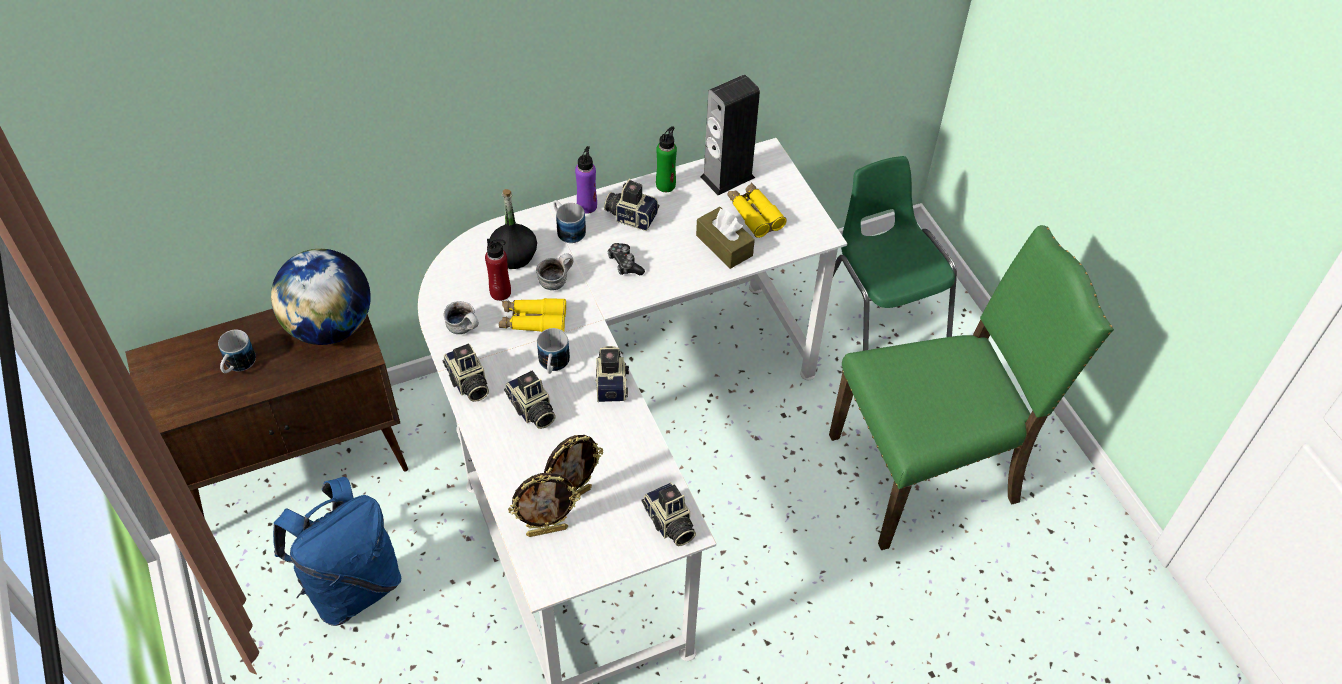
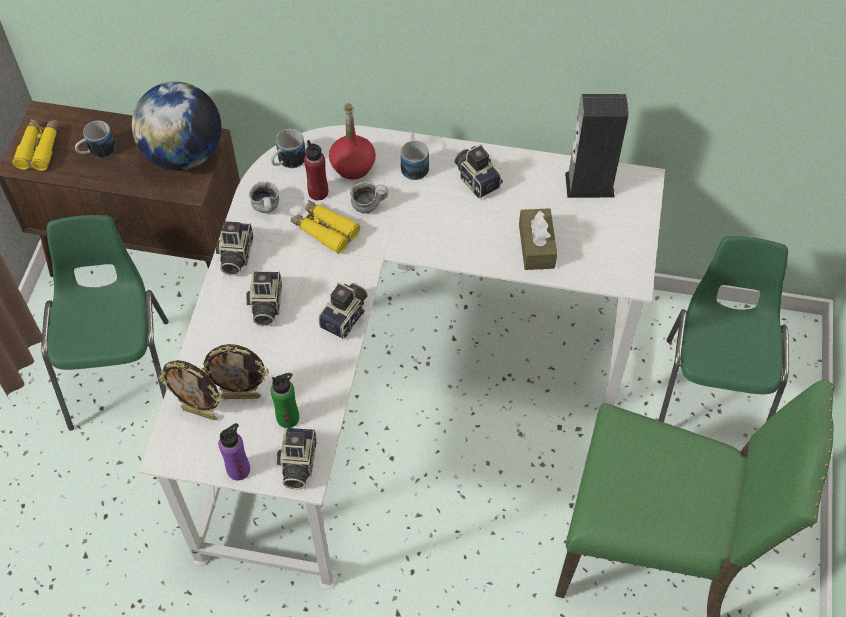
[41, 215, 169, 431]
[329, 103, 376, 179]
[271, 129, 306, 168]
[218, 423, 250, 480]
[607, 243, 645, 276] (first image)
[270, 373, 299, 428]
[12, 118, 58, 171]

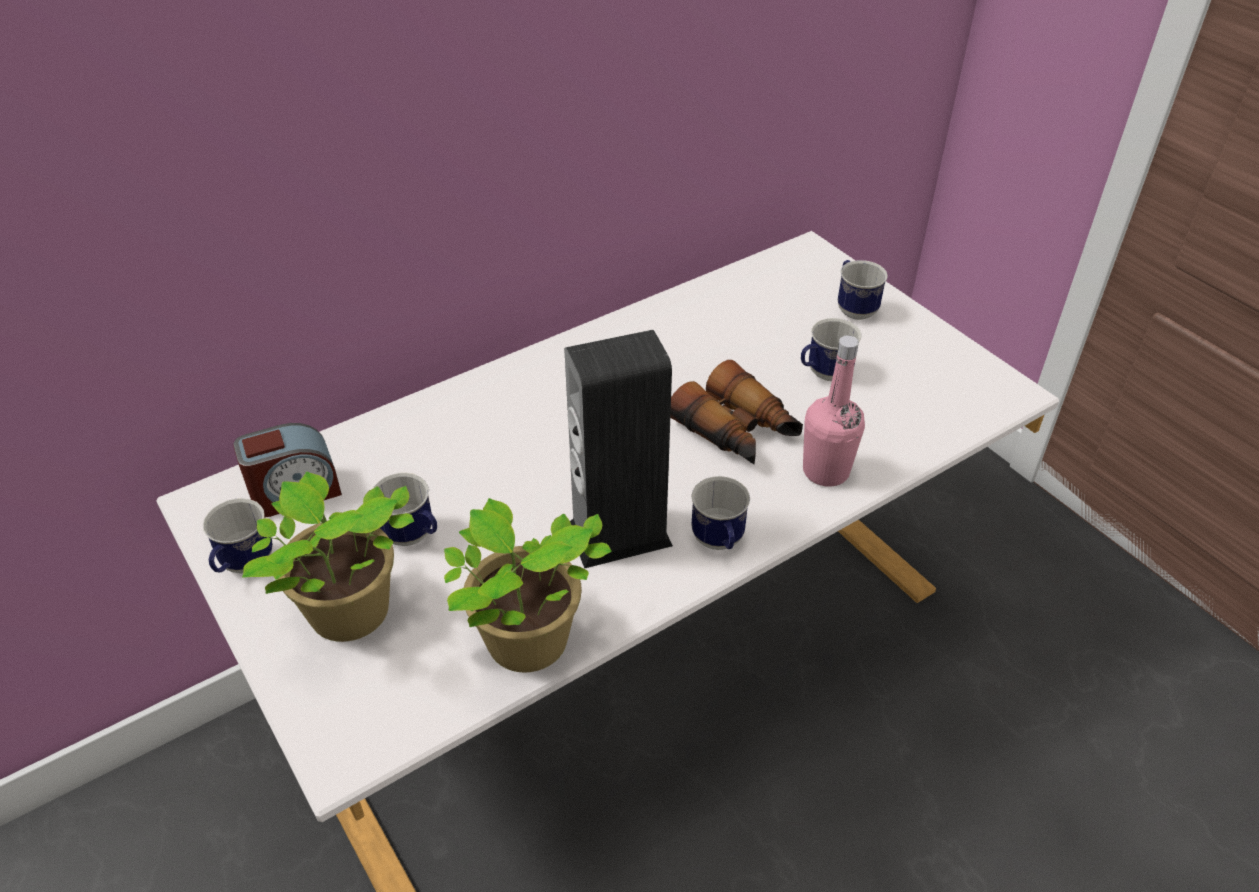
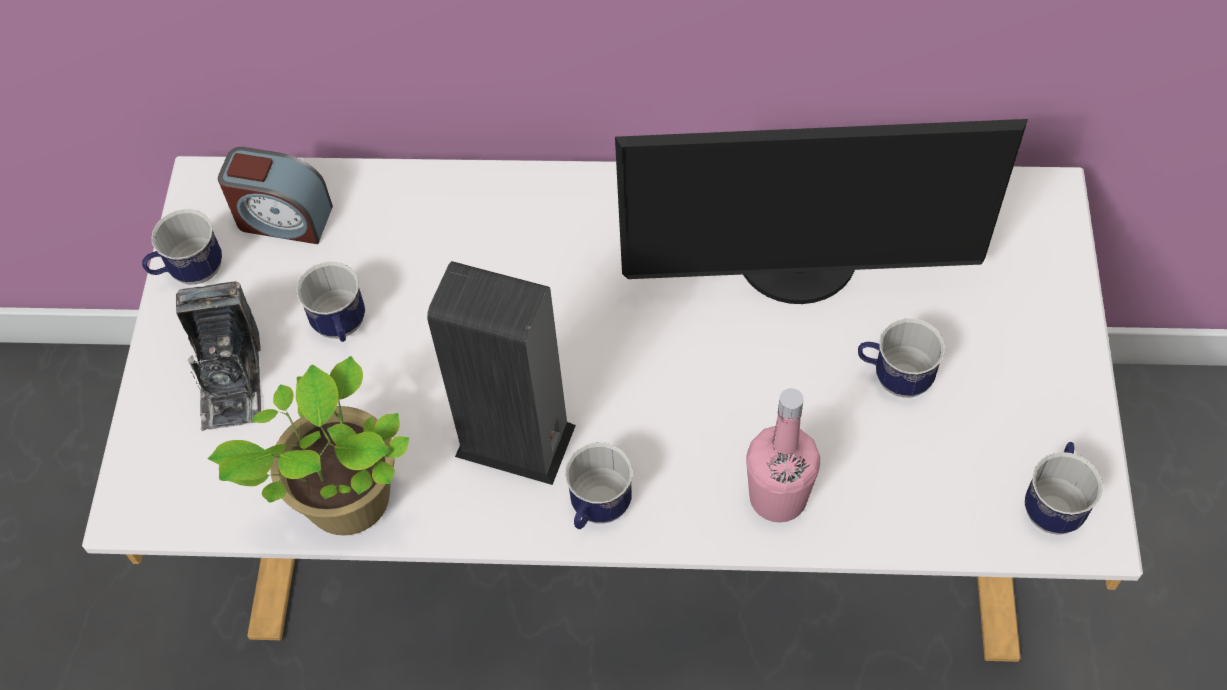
[176, 281, 261, 431]
[670, 360, 803, 464] (first image)
[1025, 442, 1103, 535]
[615, 119, 1028, 304]

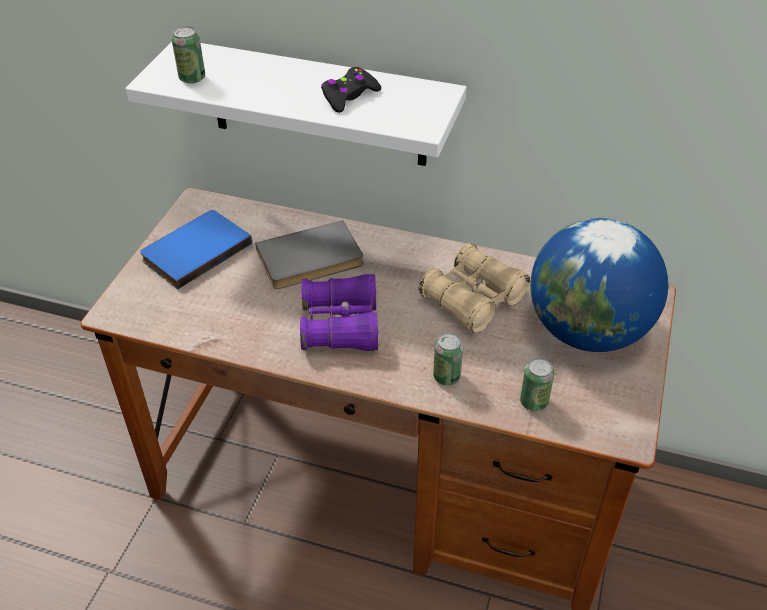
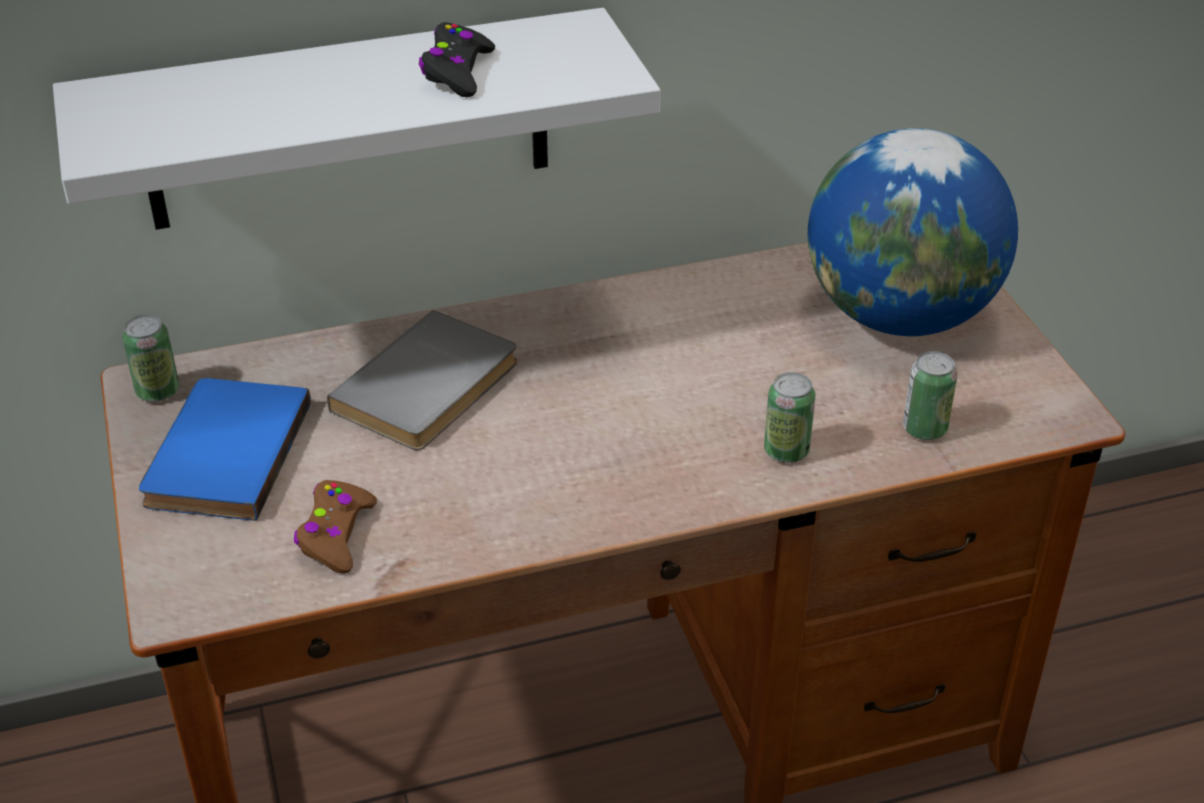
[122, 315, 179, 402]
[300, 274, 378, 351] (first image)
[418, 243, 530, 333] (first image)
[294, 480, 377, 573]

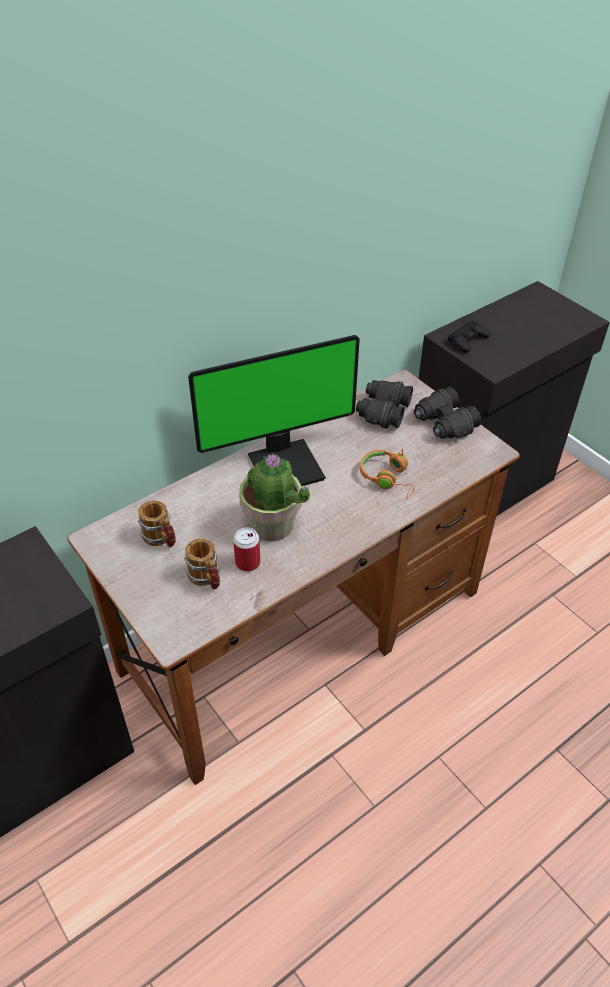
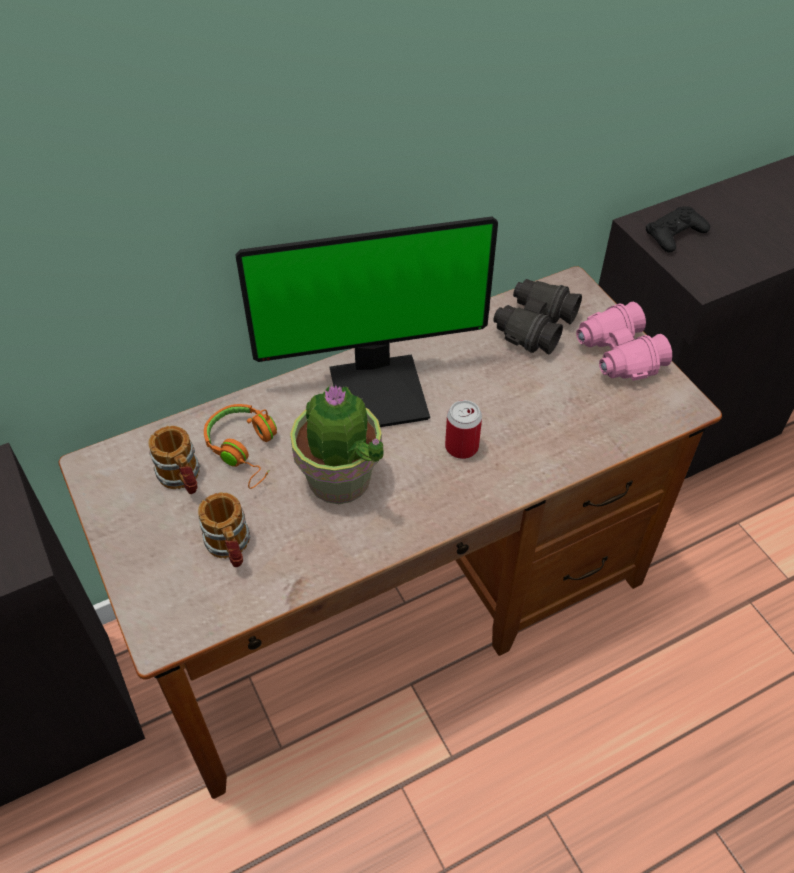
[445, 400, 482, 459]
[204, 404, 277, 489]
[576, 302, 672, 381]

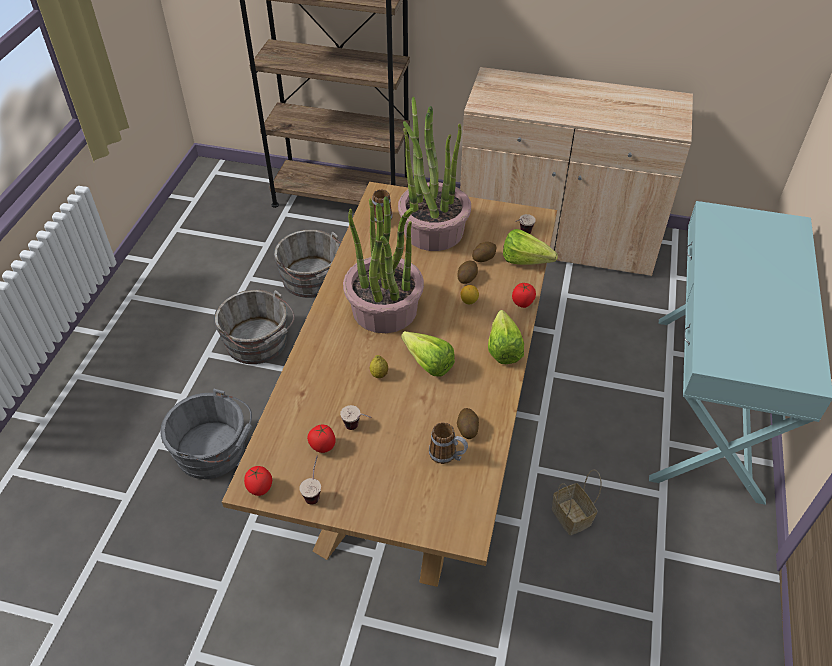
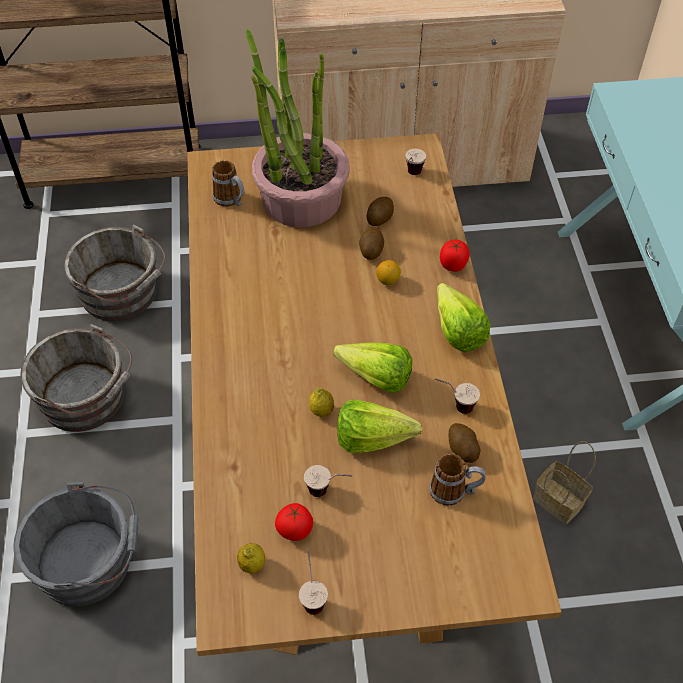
[244, 466, 272, 496] (first image)
[343, 196, 424, 333] (first image)
[337, 399, 423, 453]
[237, 543, 265, 574]
[435, 378, 480, 414]

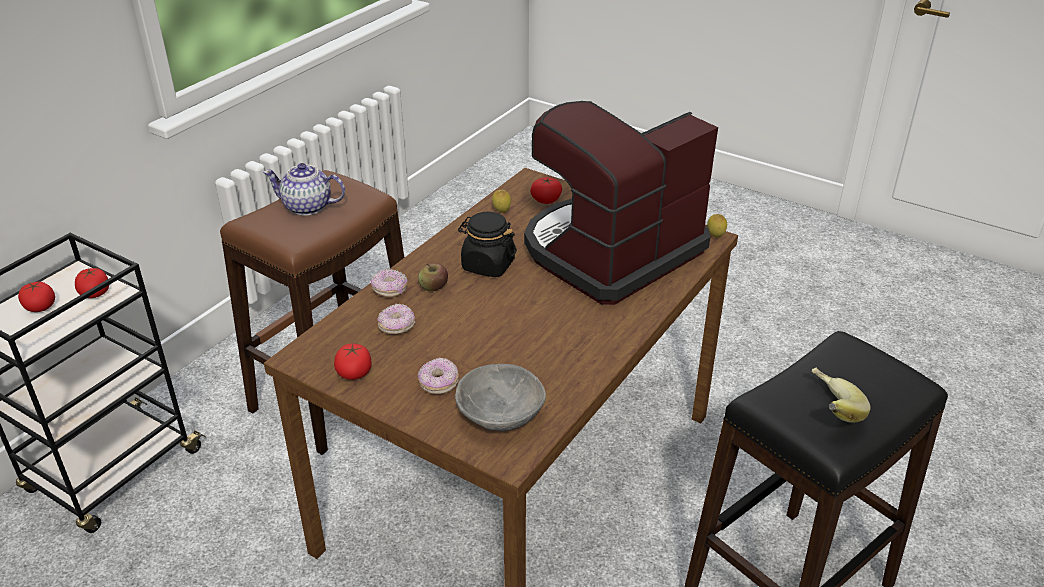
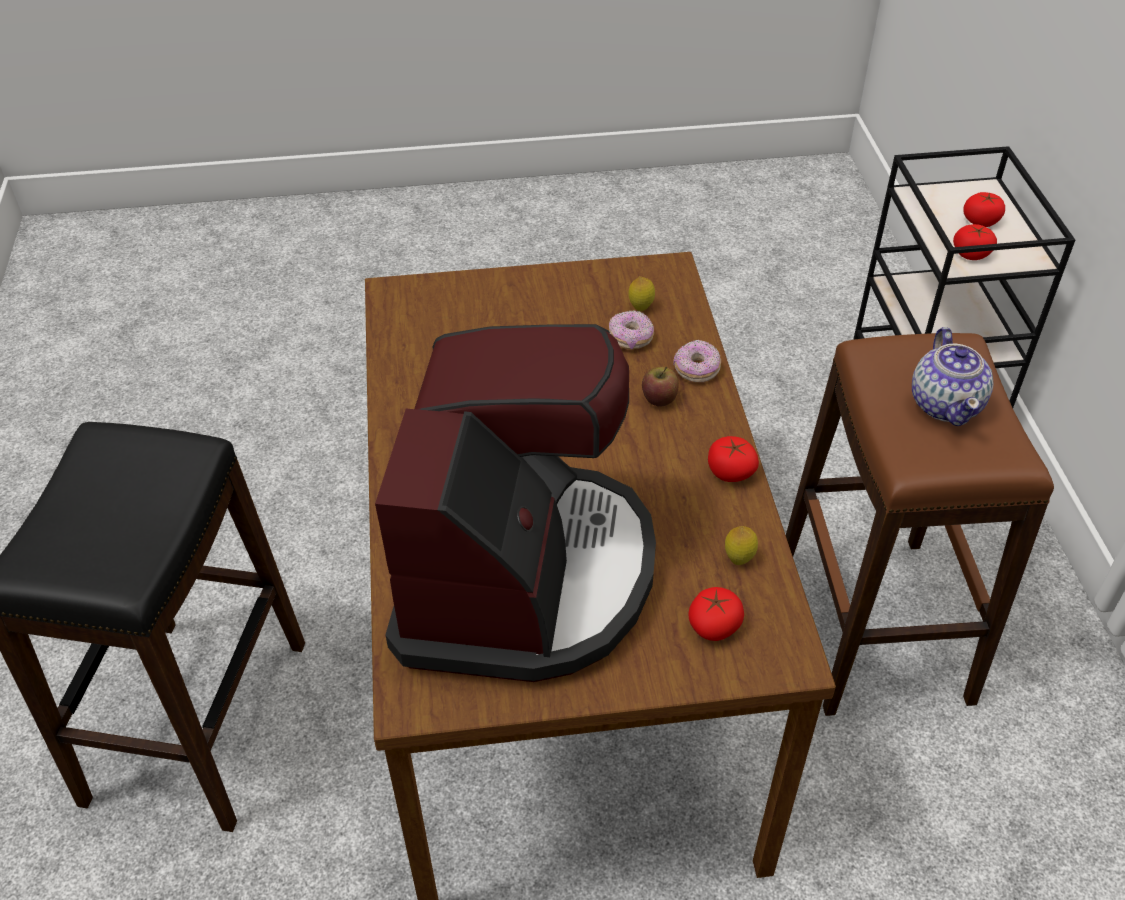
[912, 327, 993, 426]
[708, 436, 759, 482]
[418, 358, 459, 394] (first image)
[455, 364, 546, 431] (first image)
[458, 212, 517, 277] (first image)
[628, 276, 655, 311]
[811, 367, 871, 423] (first image)

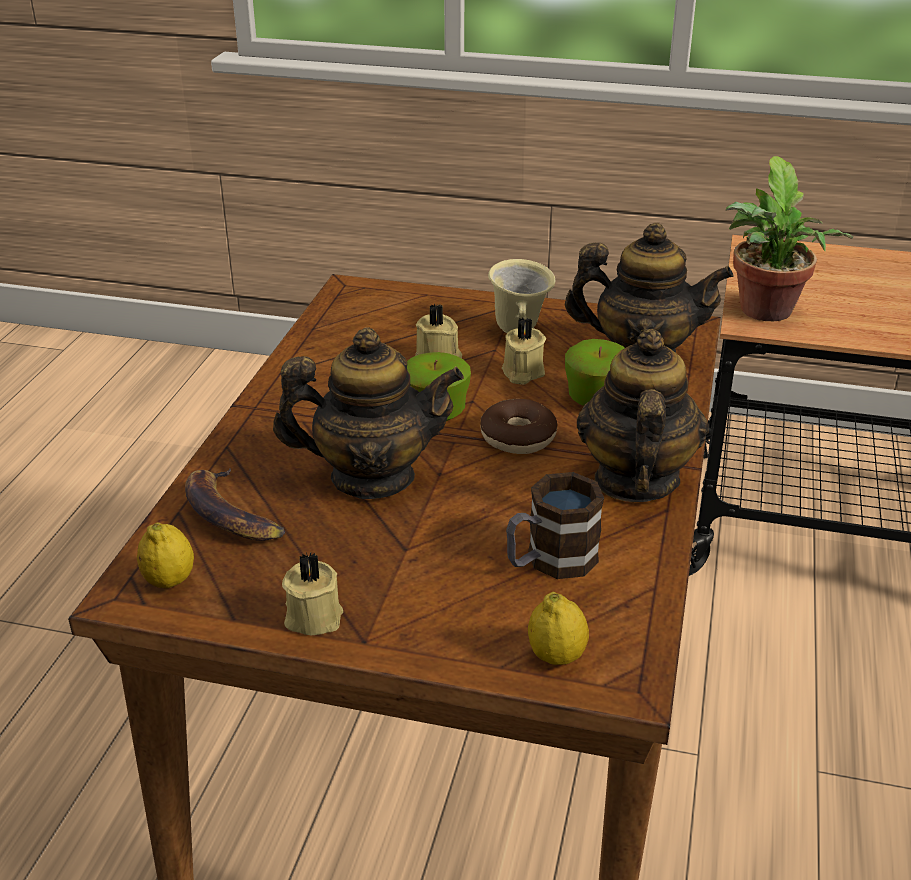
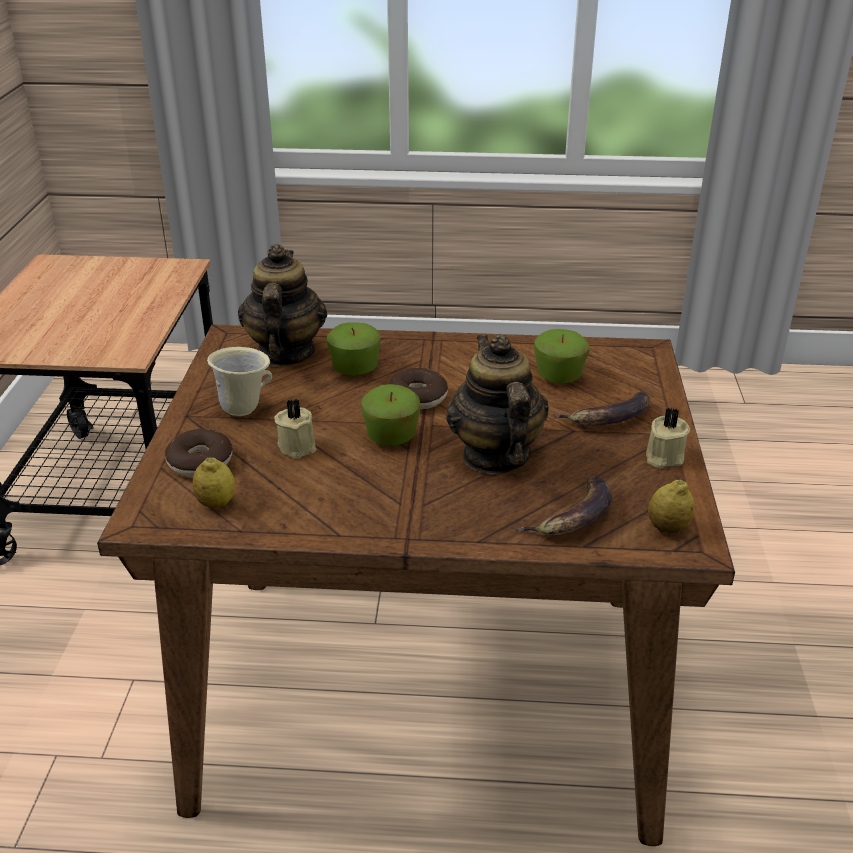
[502, 317, 546, 384] (first image)
[534, 329, 590, 384]
[193, 458, 235, 508]
[577, 329, 709, 502] (first image)
[726, 156, 853, 321] (first image)
[165, 429, 233, 478]
[554, 391, 651, 426]

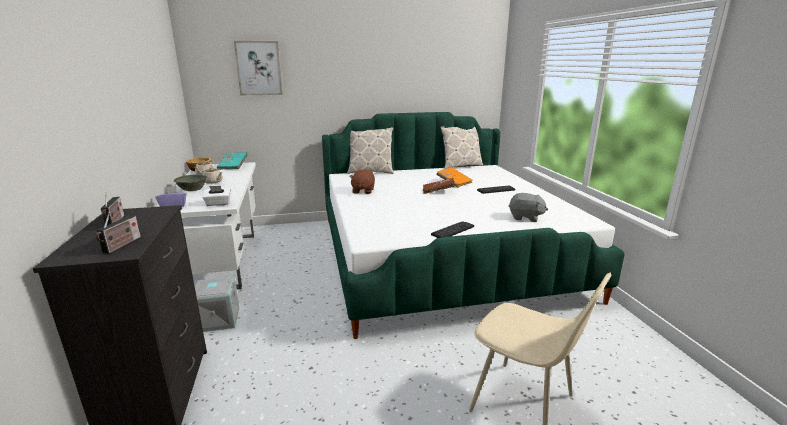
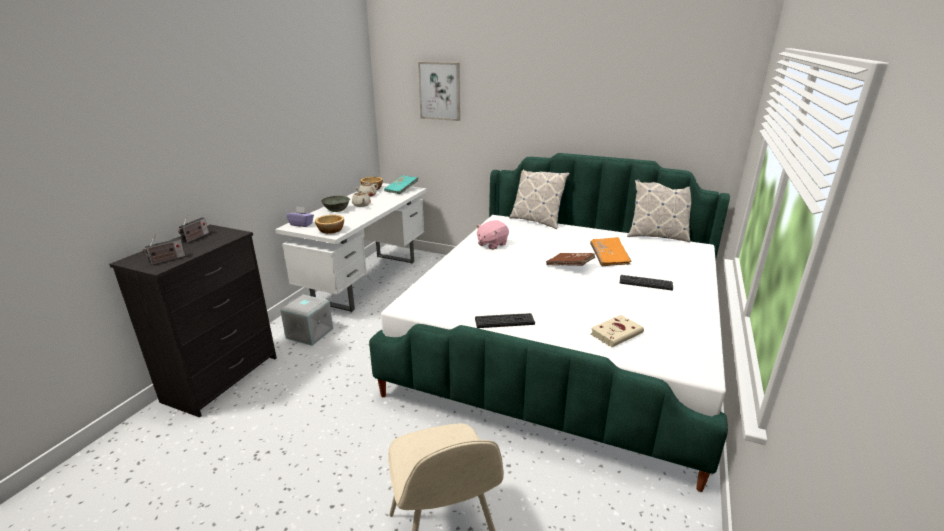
[315, 215, 344, 234]
[476, 220, 509, 250]
[591, 315, 644, 347]

